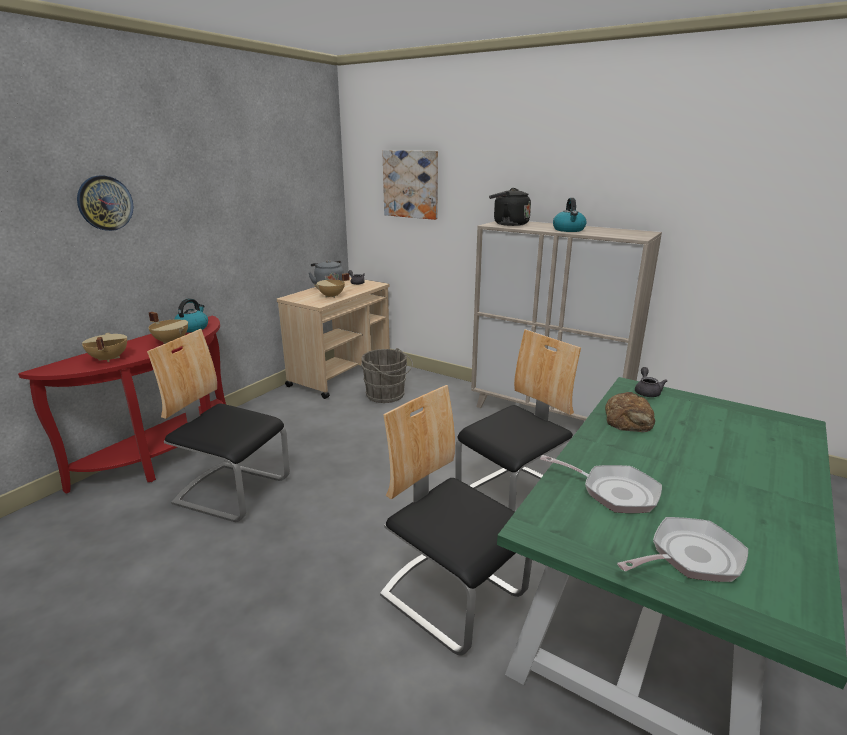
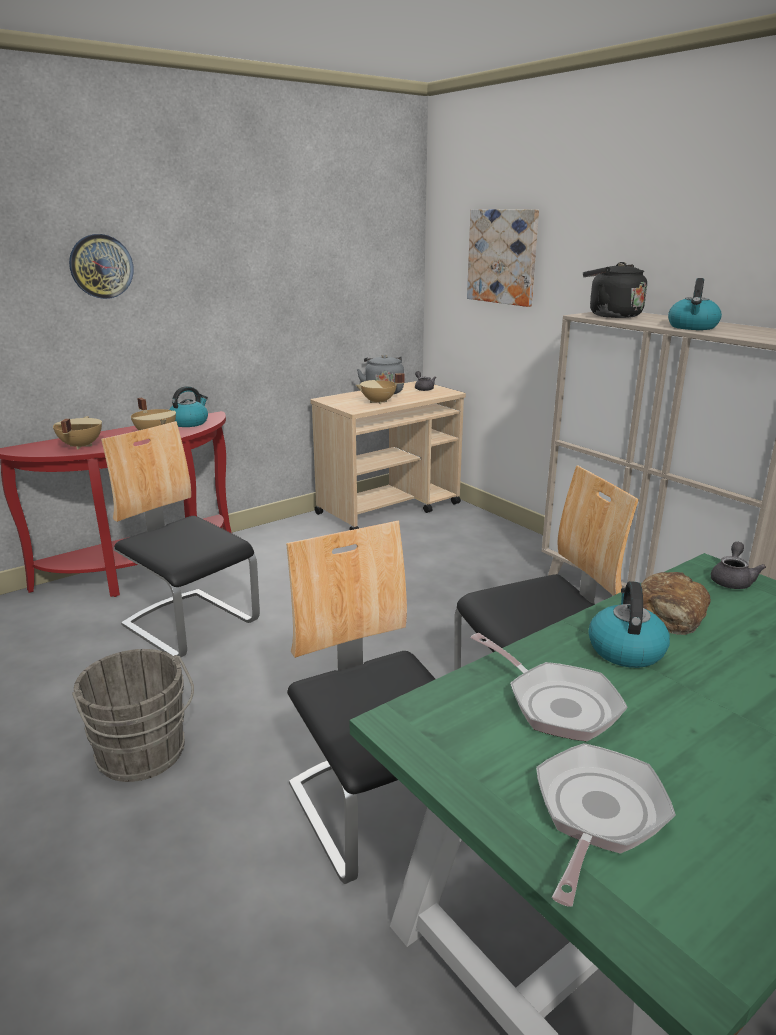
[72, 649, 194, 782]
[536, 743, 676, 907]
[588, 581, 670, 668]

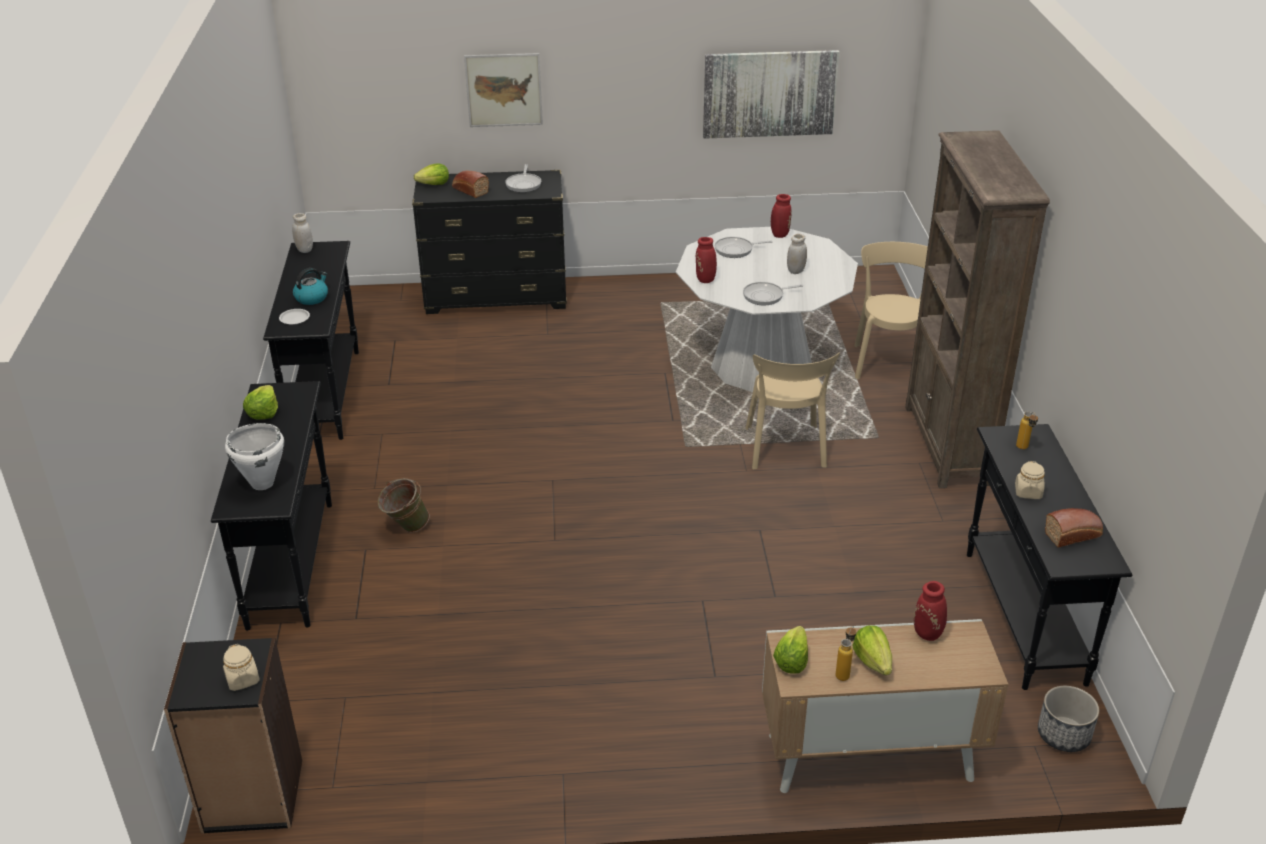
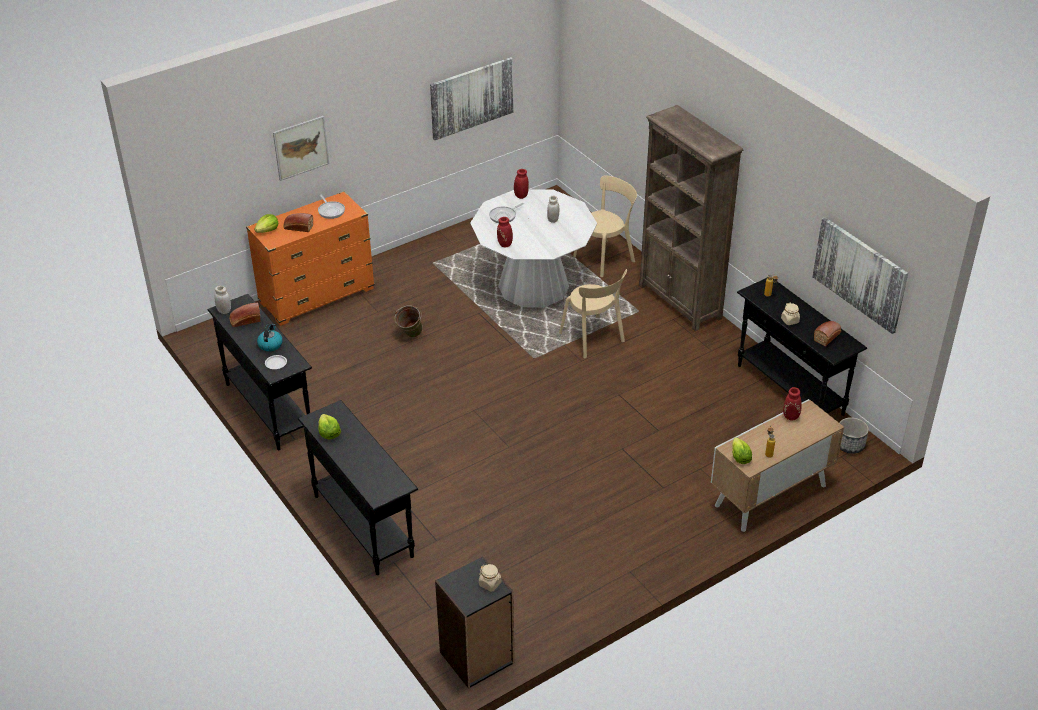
[225, 423, 284, 490] (first image)
[395, 305, 423, 338]
[246, 191, 375, 326]
[743, 282, 803, 305] (first image)
[852, 626, 892, 675] (first image)
[573, 175, 637, 277]
[229, 303, 260, 327]
[812, 217, 908, 334]

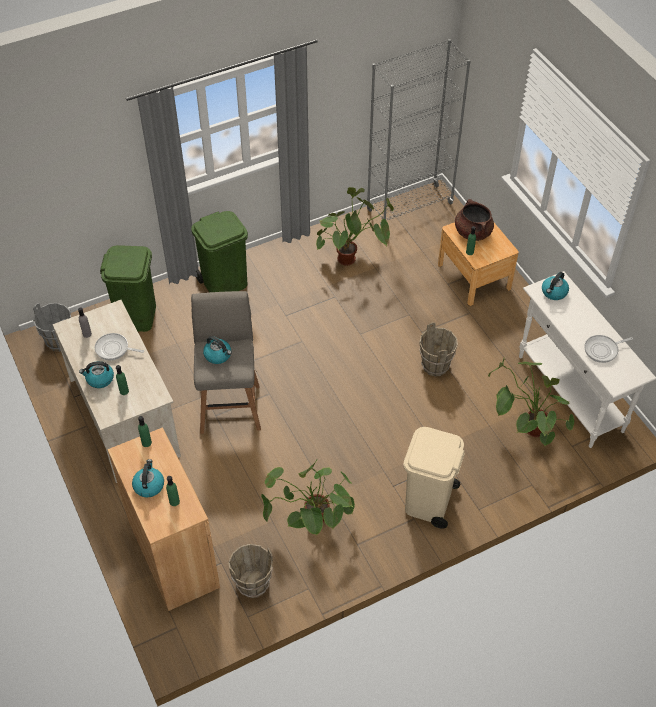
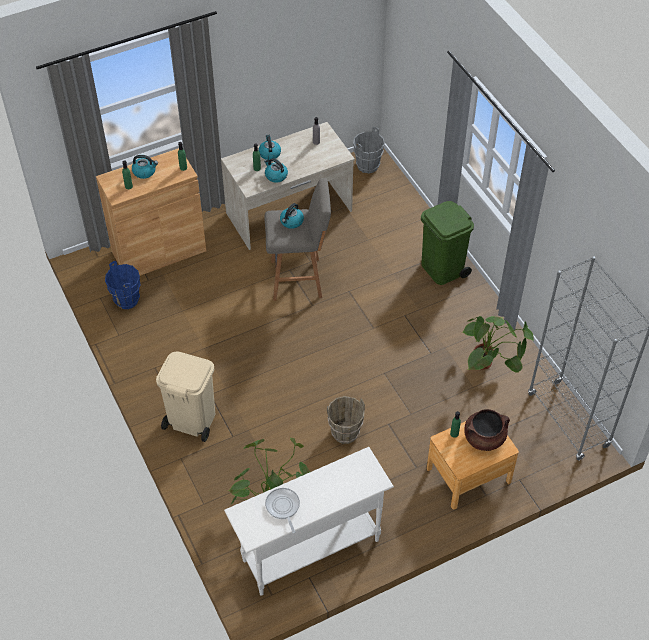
[95, 333, 144, 360] (first image)
[100, 245, 156, 332] (first image)
[105, 261, 141, 309]
[261, 460, 355, 535] (first image)
[264, 158, 288, 183]

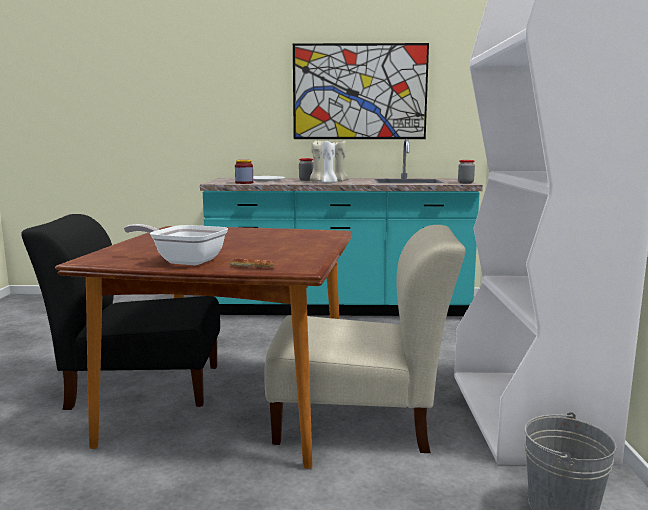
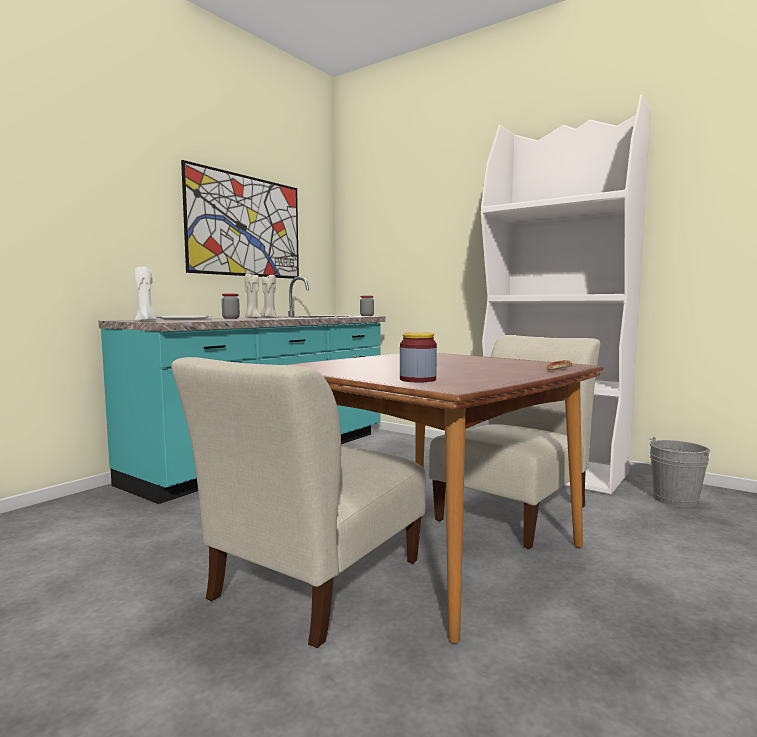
[171, 357, 426, 648]
[124, 224, 228, 265] (first image)
[400, 332, 437, 382]
[134, 266, 157, 321]

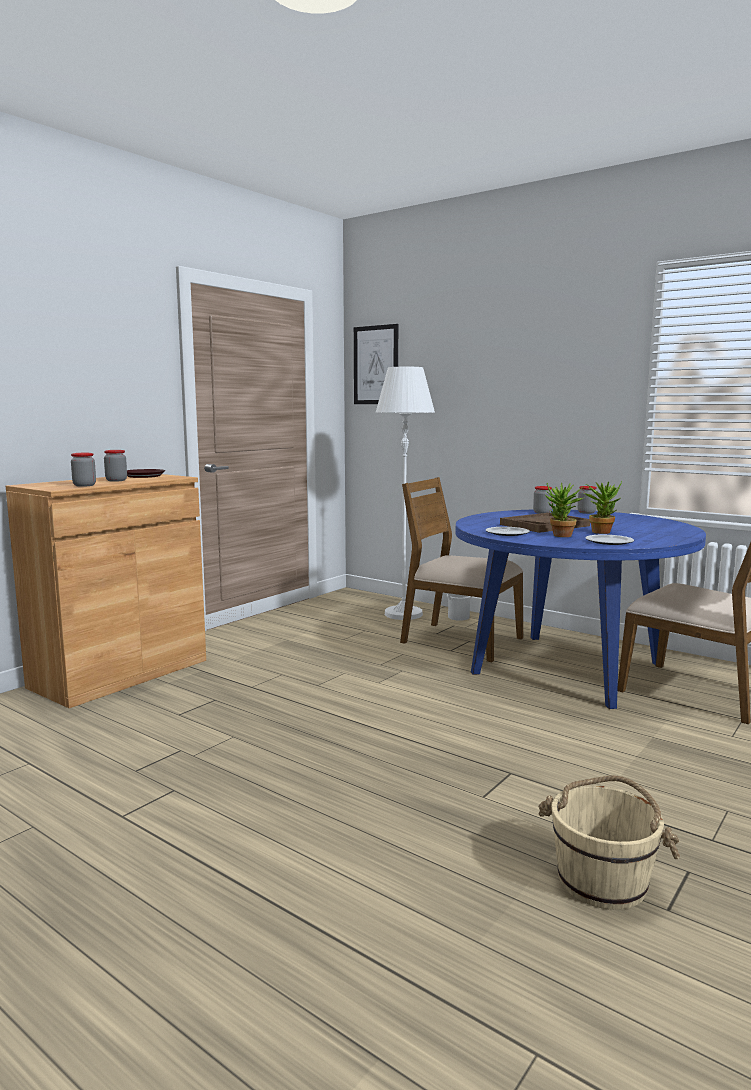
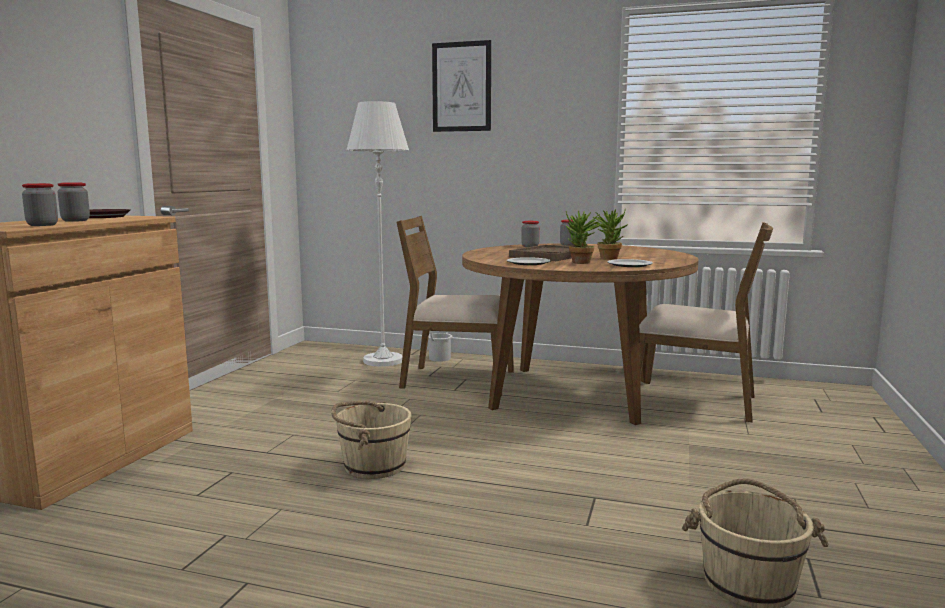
[432, 40, 491, 132]
[462, 243, 699, 425]
[331, 401, 412, 479]

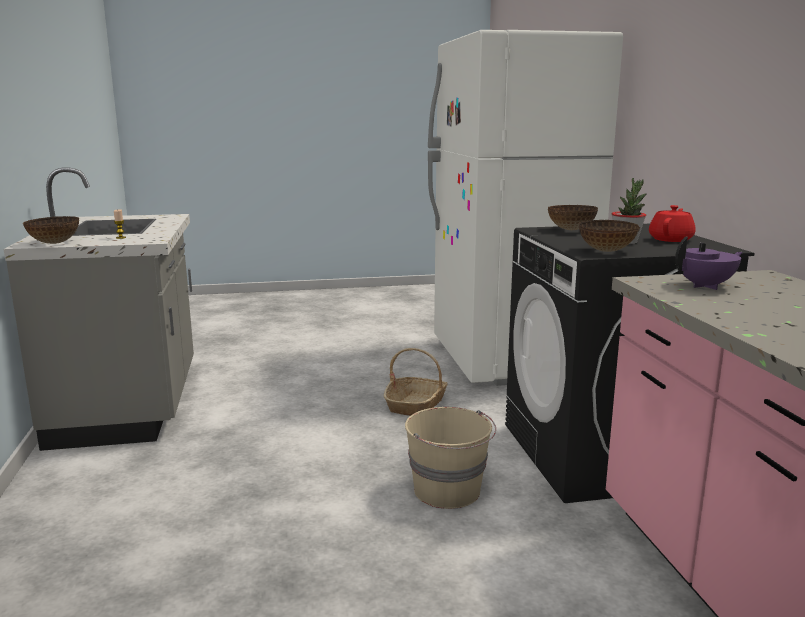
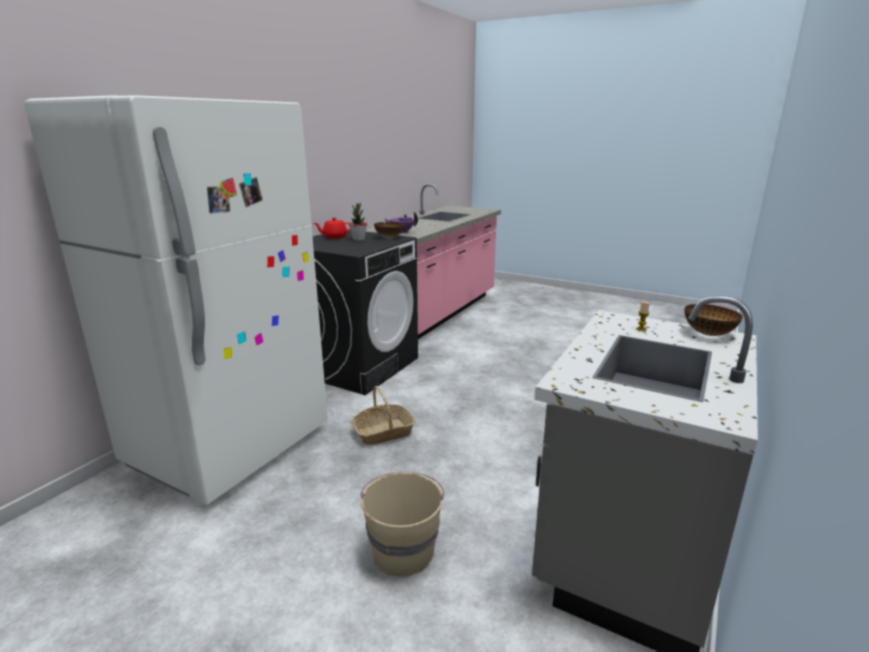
[361, 472, 444, 576]
[548, 205, 598, 230] (first image)

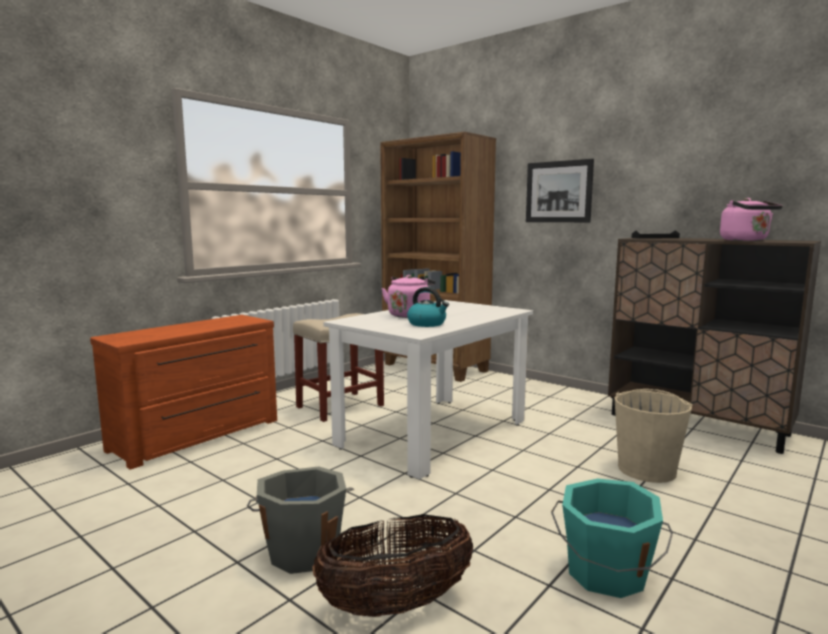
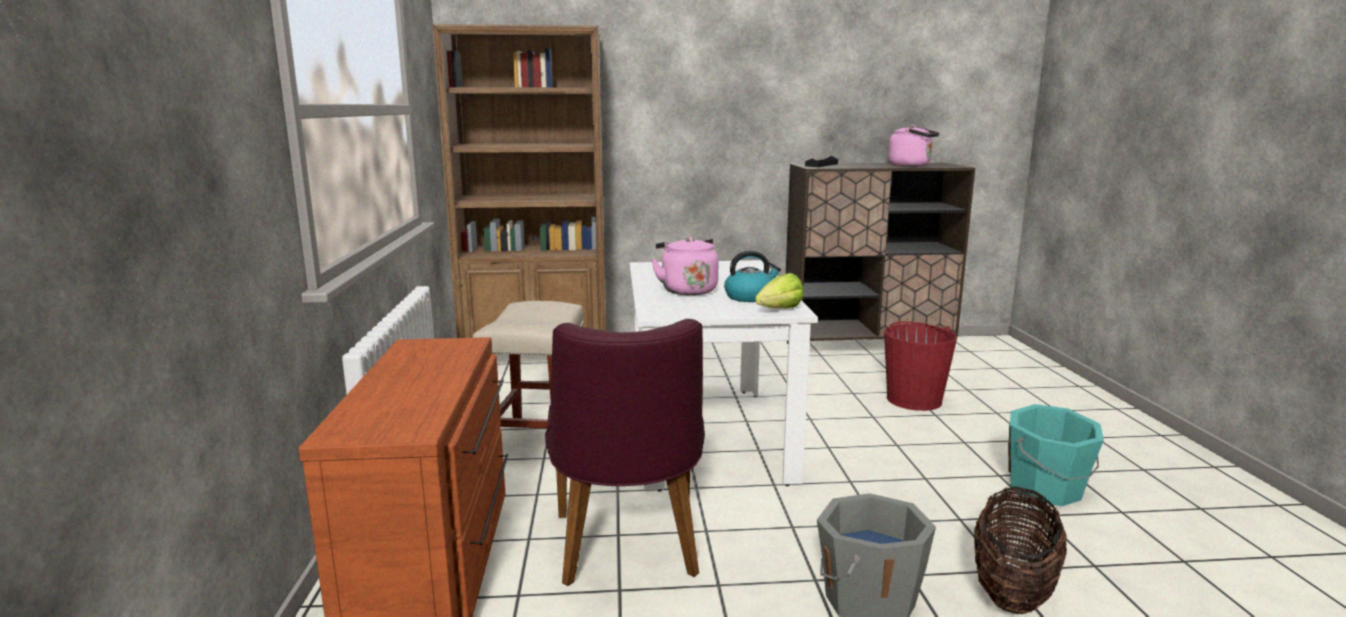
[526, 159, 594, 222] (first image)
[884, 321, 957, 411]
[545, 319, 705, 586]
[755, 273, 804, 308]

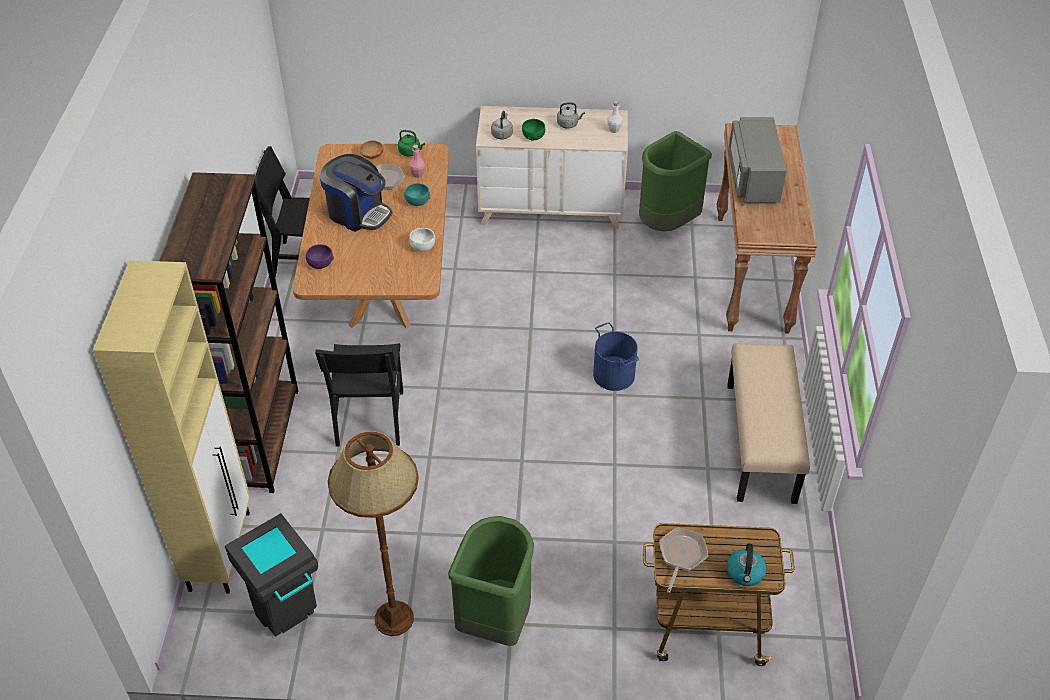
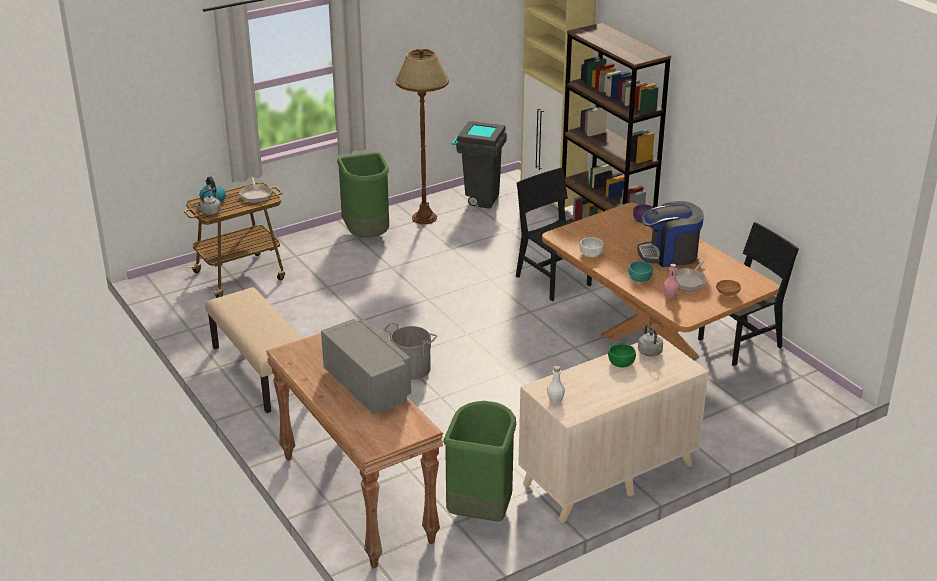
[398, 130, 425, 156] (first image)
[195, 189, 221, 215]
[383, 322, 437, 380]

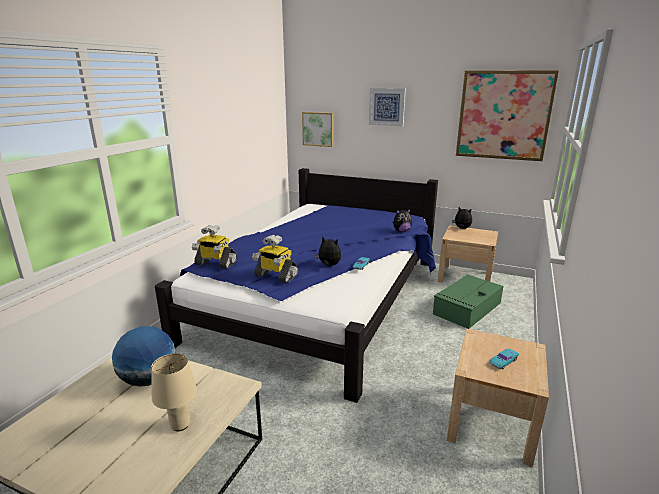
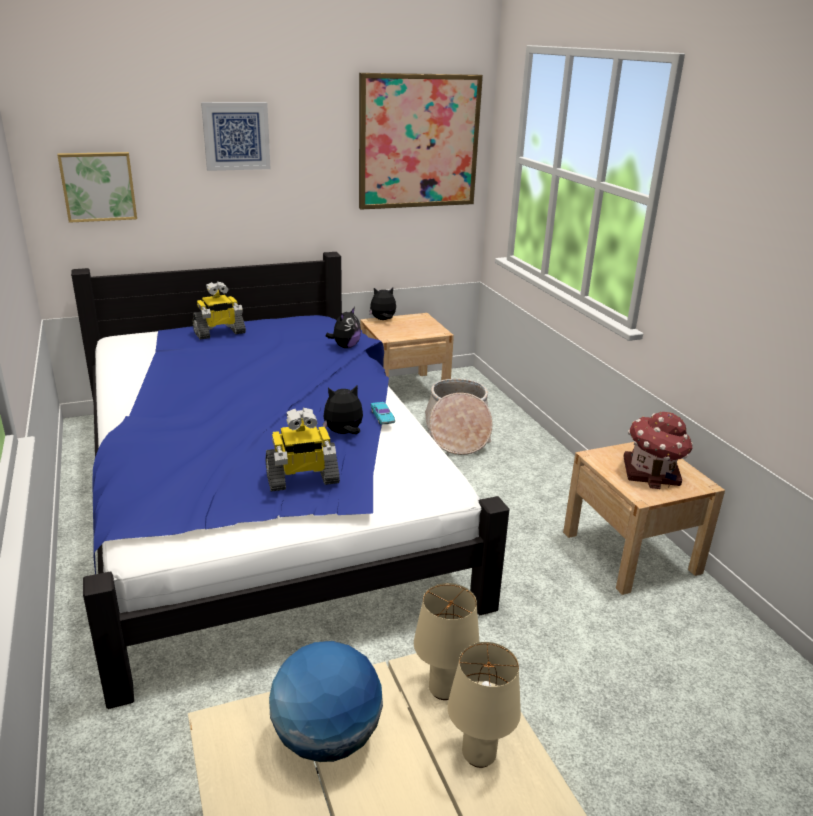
[193, 281, 246, 340]
[425, 379, 493, 455]
[623, 412, 693, 489]
[414, 583, 479, 700]

